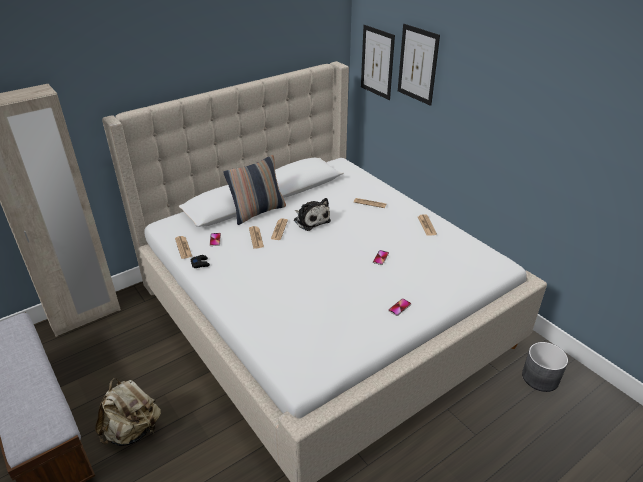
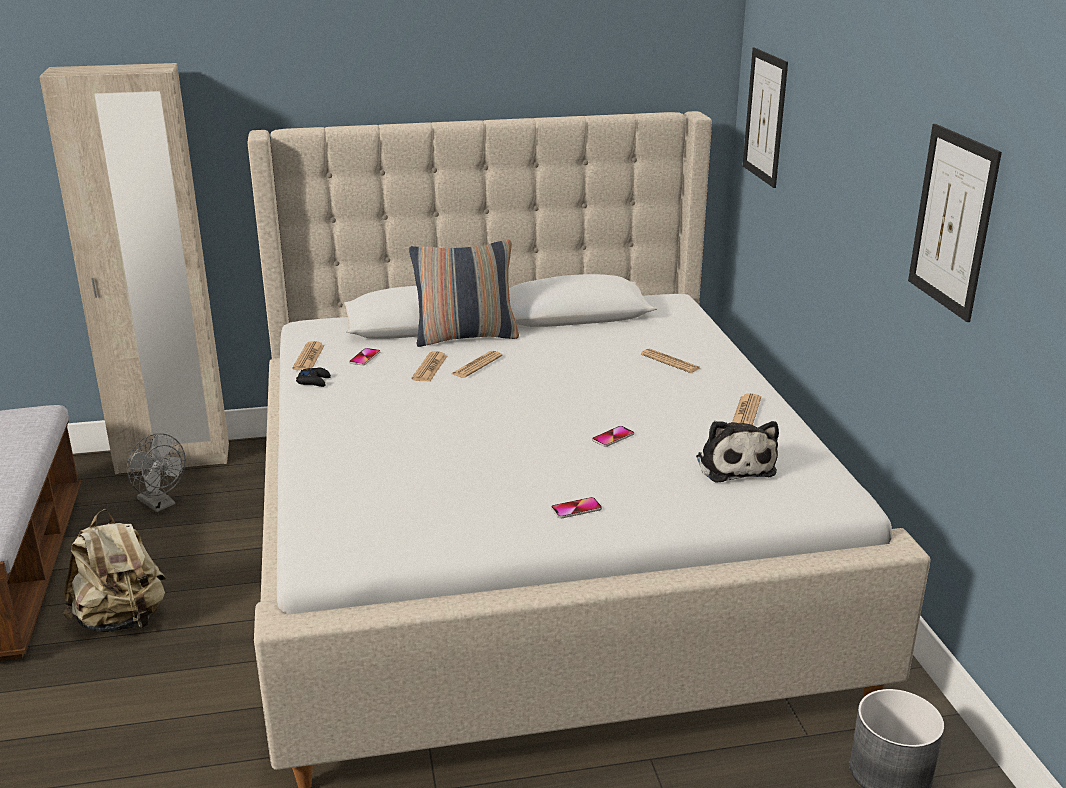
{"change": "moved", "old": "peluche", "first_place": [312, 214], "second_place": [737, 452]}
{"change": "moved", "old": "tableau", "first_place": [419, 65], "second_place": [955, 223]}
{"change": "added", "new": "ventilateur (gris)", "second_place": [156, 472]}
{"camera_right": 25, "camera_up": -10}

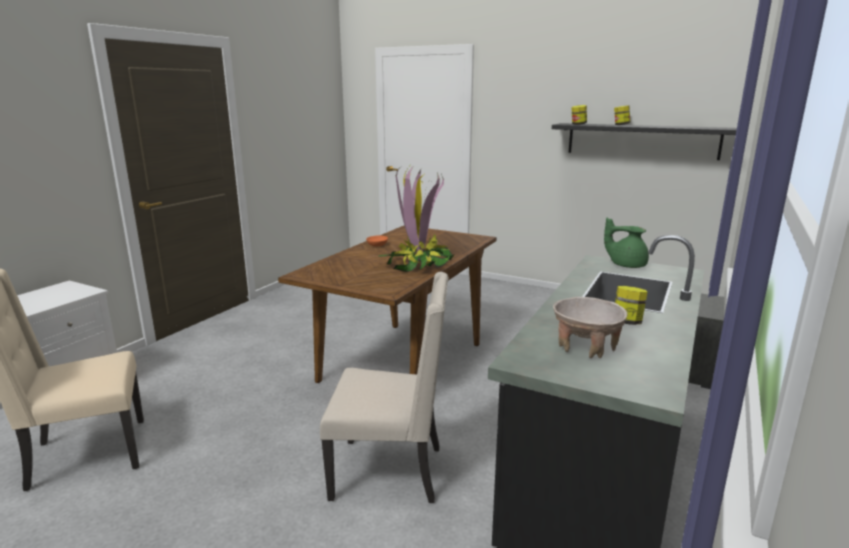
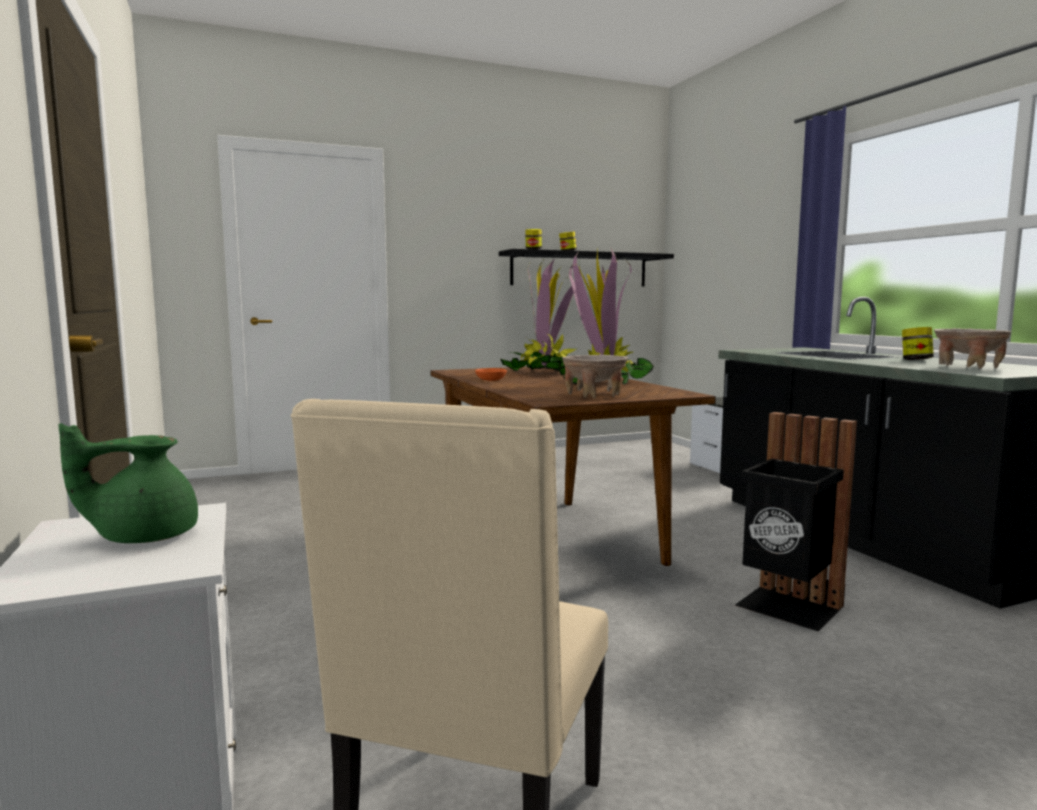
{"change": "replaced", "old": "chaise (beige)", "new": "poubelle (noir)", "first_place": [384, 387], "second_place": [796, 521]}
{"change": "moved", "old": "théière (vert)", "first_place": [626, 243], "second_place": [128, 483]}
{"change": "added", "new": "plante en pot", "second_place": [540, 313]}
{"change": "added", "new": "bol (beige)", "second_place": [595, 376]}
{"camera_right": -50, "camera_up": -10}

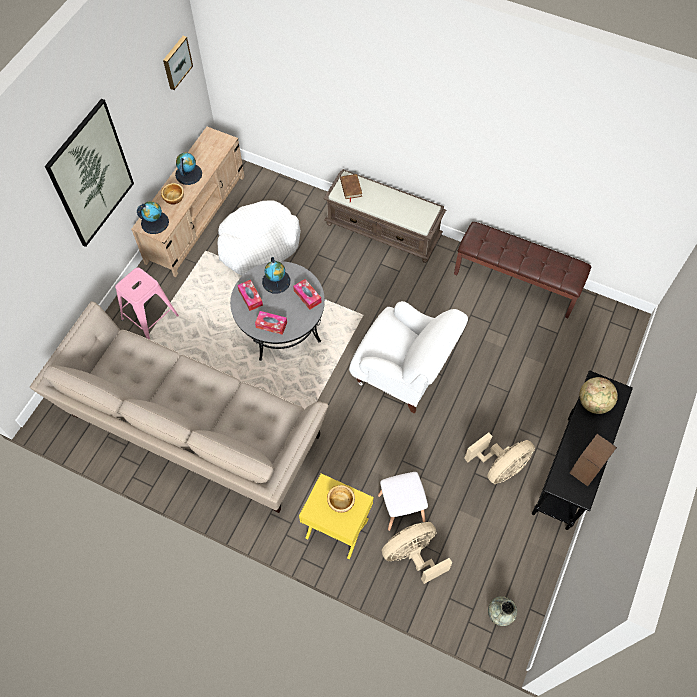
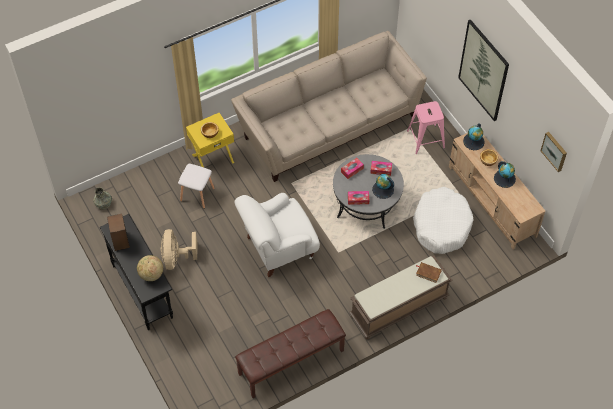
{"change": "removed", "old": "ventilateur (beige)", "first_place": [417, 553]}
{"camera_right": 125, "camera_up": -5}

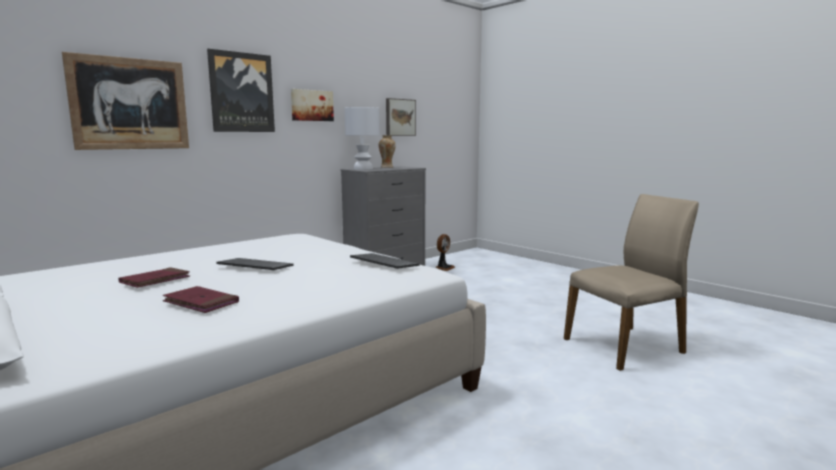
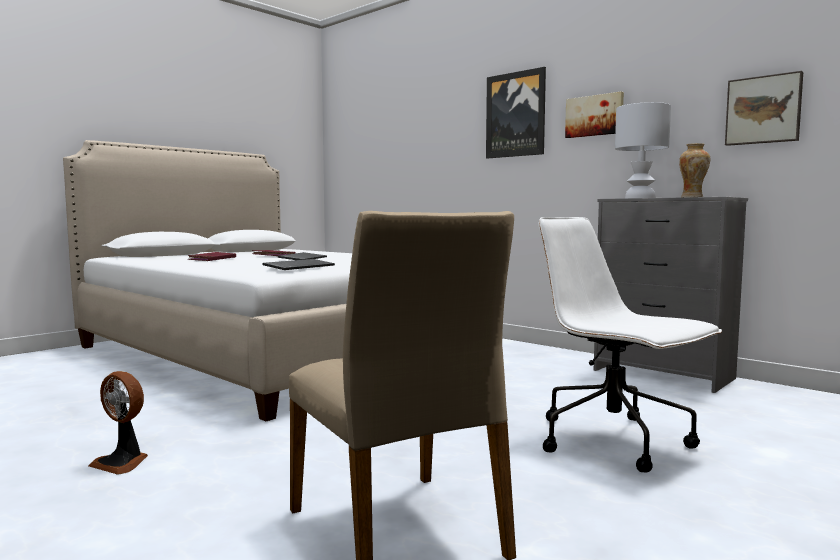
{"change": "removed", "old": "tableau", "first_place": [125, 101]}
{"change": "moved", "old": "ventilateur", "first_place": [445, 252], "second_place": [118, 423]}
{"change": "added", "new": "chaise de bureau (blanc)", "second_place": [630, 344]}
{"camera_right": 85, "camera_up": -5}

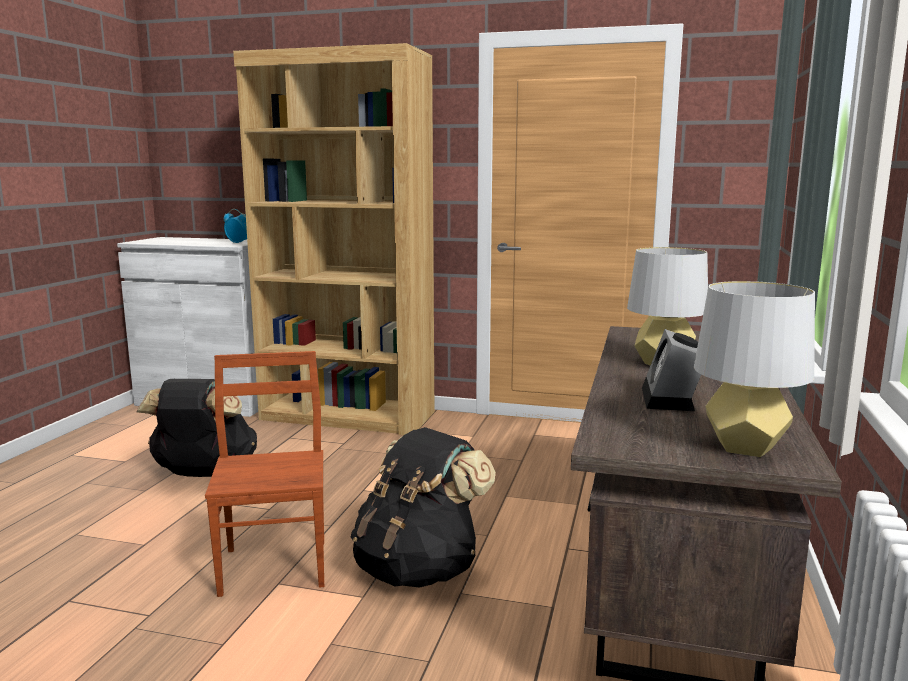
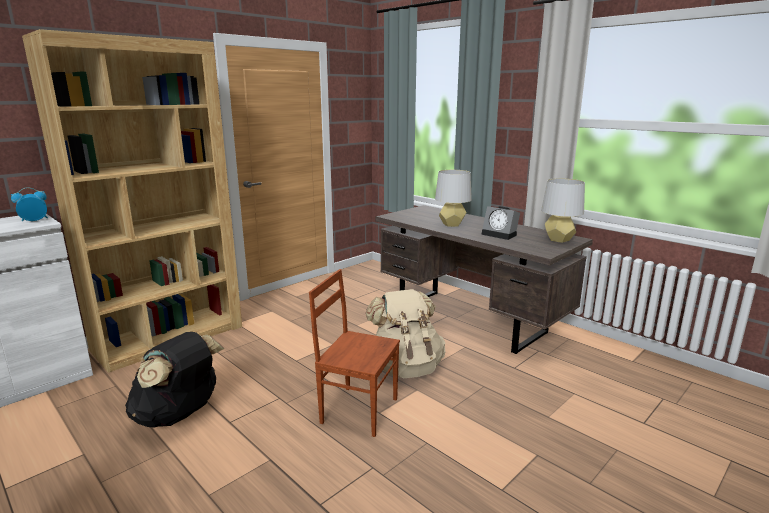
{"change": "recoloured", "old": "sac à dos (noir)", "new": "sac à dos (beige)", "first_place": [423, 507], "second_place": [405, 333]}
{"camera_right": -60, "camera_up": 5}

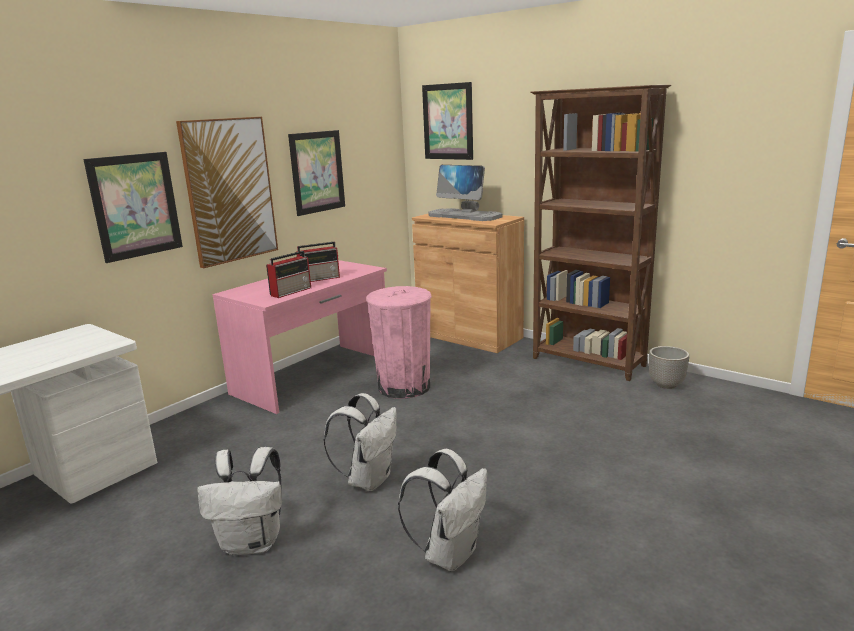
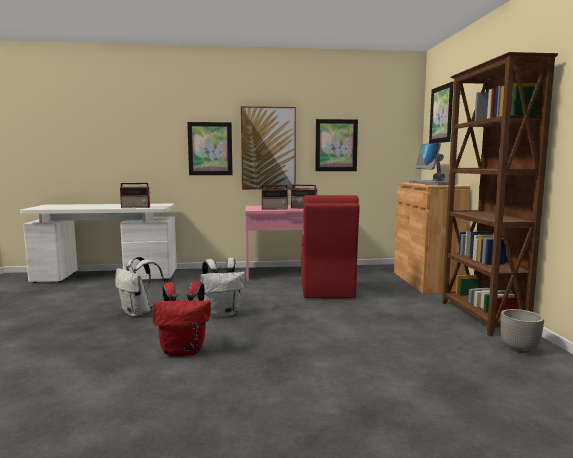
{"change": "replaced", "old": "poubelle (rose)", "new": "chaise (rouge)", "first_place": [399, 342], "second_place": [330, 246]}
{"change": "recoloured", "old": "sac à dos (blanc)", "new": "sac à dos (rouge)", "first_place": [442, 510], "second_place": [182, 319]}
{"change": "added", "new": "radio", "second_place": [135, 195]}
{"camera_right": 45, "camera_up": -10}

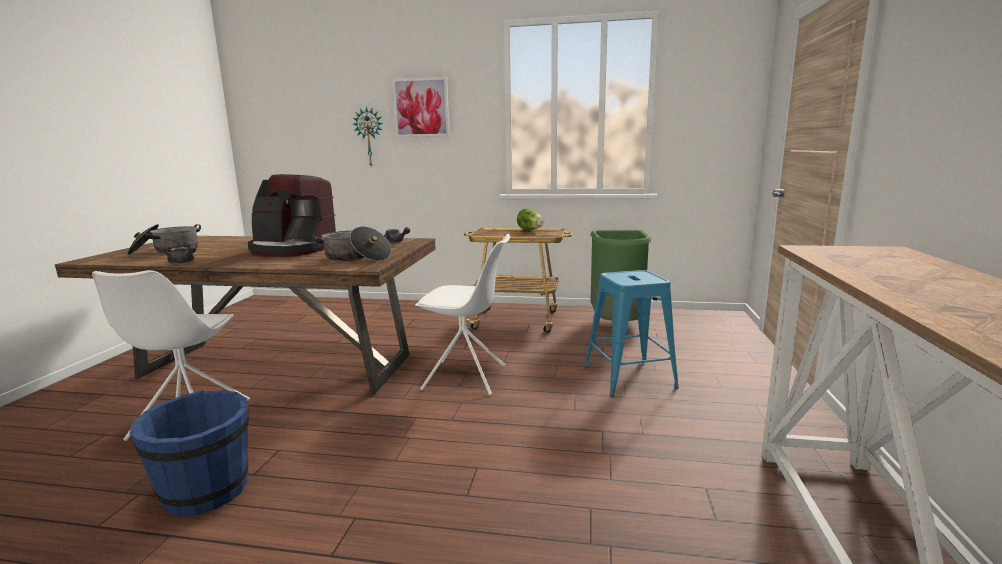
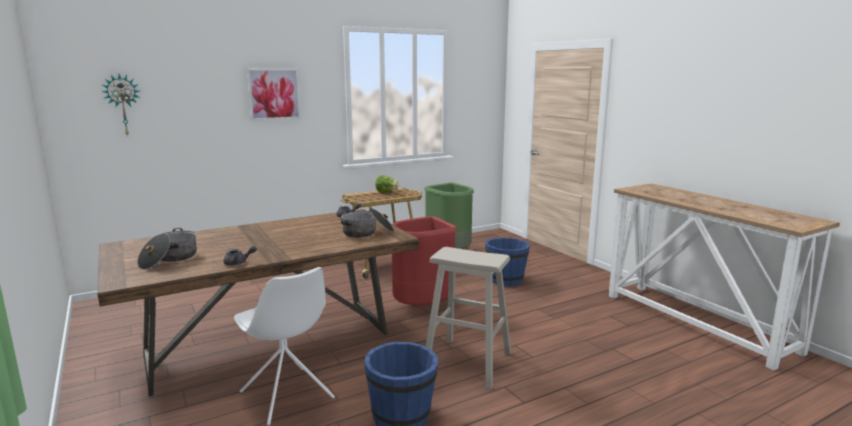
{"change": "removed", "old": "machine à café", "first_place": [292, 215]}
{"change": "moved", "old": "horloge murale", "first_place": [367, 136], "second_place": [120, 105]}
{"change": "replaced", "old": "chaise (blanc)", "new": "poubelle (rouge)", "first_place": [462, 314], "second_place": [424, 261]}
{"change": "replaced", "old": "tabouret (bleu)", "new": "seau (bleu)", "first_place": [631, 333], "second_place": [507, 262]}
{"change": "added", "new": "tabouret (beige)", "second_place": [468, 318]}
{"camera_right": -40, "camera_up": 0}

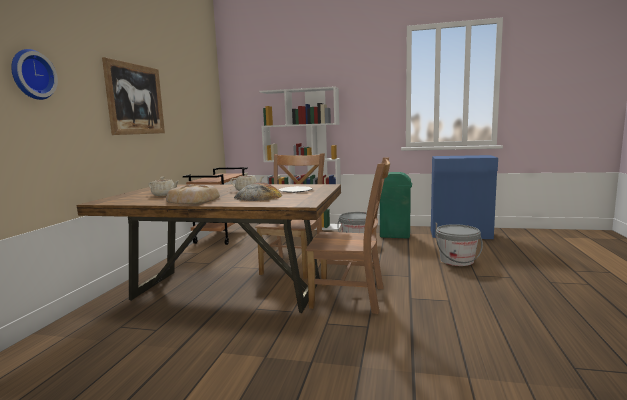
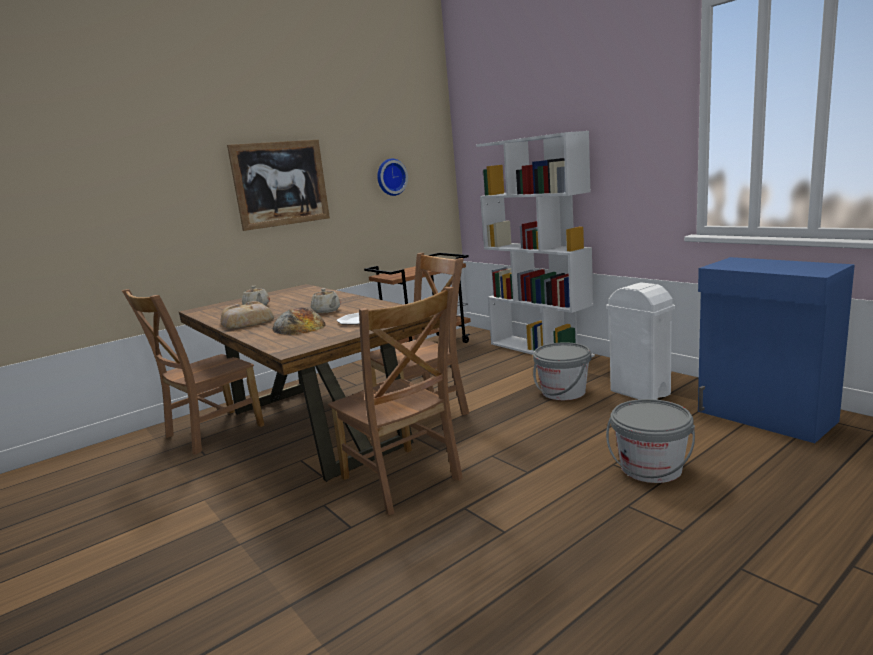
{"change": "moved", "old": "horloge murale", "first_place": [34, 74], "second_place": [392, 177]}
{"change": "recoloured", "old": "poubelle (vert)", "new": "poubelle (blanc)", "first_place": [396, 205], "second_place": [640, 341]}
{"change": "added", "new": "chaise (marron)", "second_place": [193, 372]}
{"camera_right": 40, "camera_up": 5}

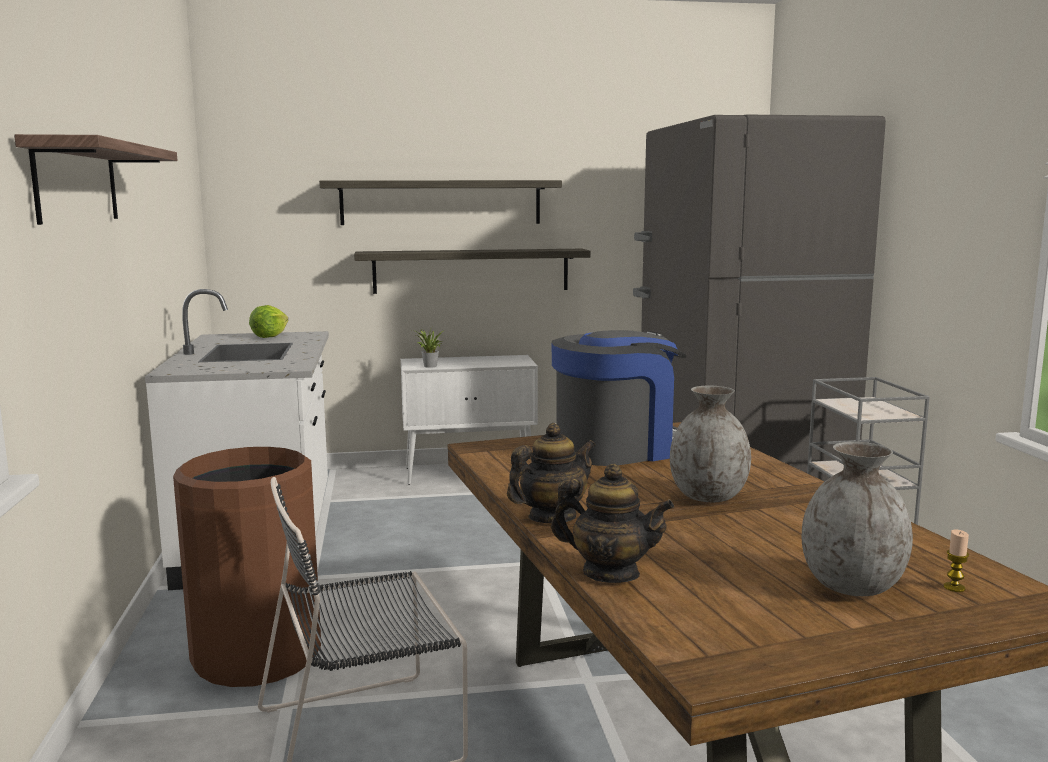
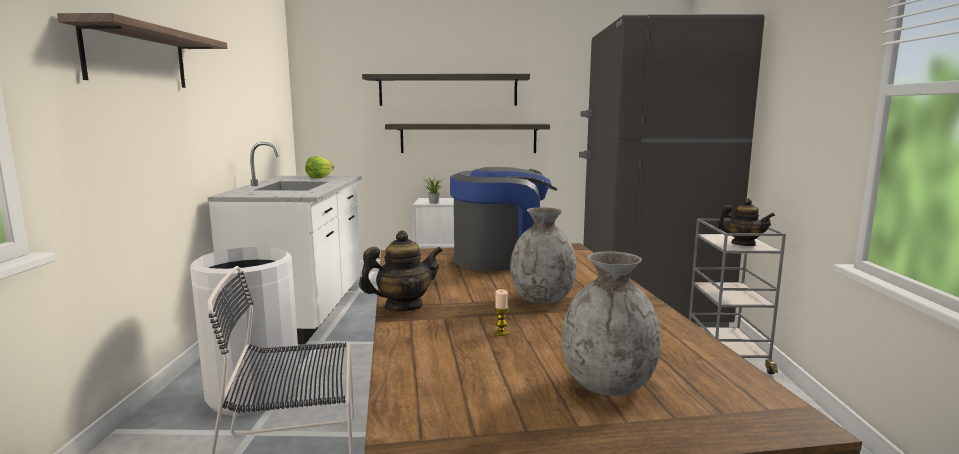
{"change": "recoloured", "old": "poubelle (marron)", "new": "poubelle (blanc)", "first_place": [247, 567], "second_place": [245, 331]}
{"change": "moved", "old": "théière", "first_place": [612, 523], "second_place": [746, 222]}
{"change": "moved", "old": "bougie", "first_place": [956, 560], "second_place": [501, 312]}
{"camera_right": 10, "camera_up": 0}

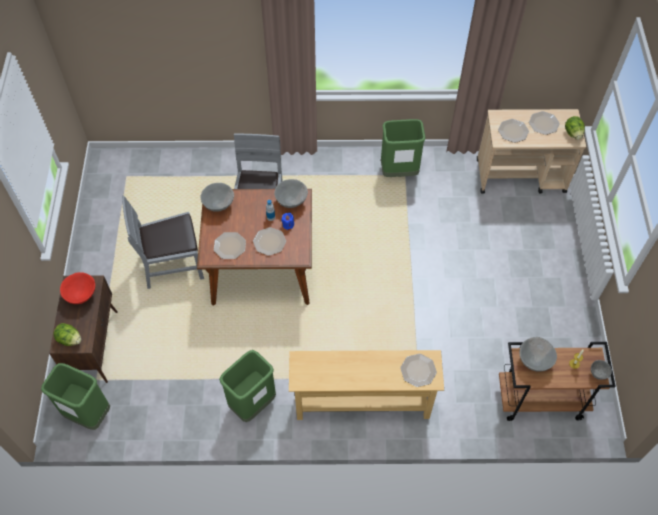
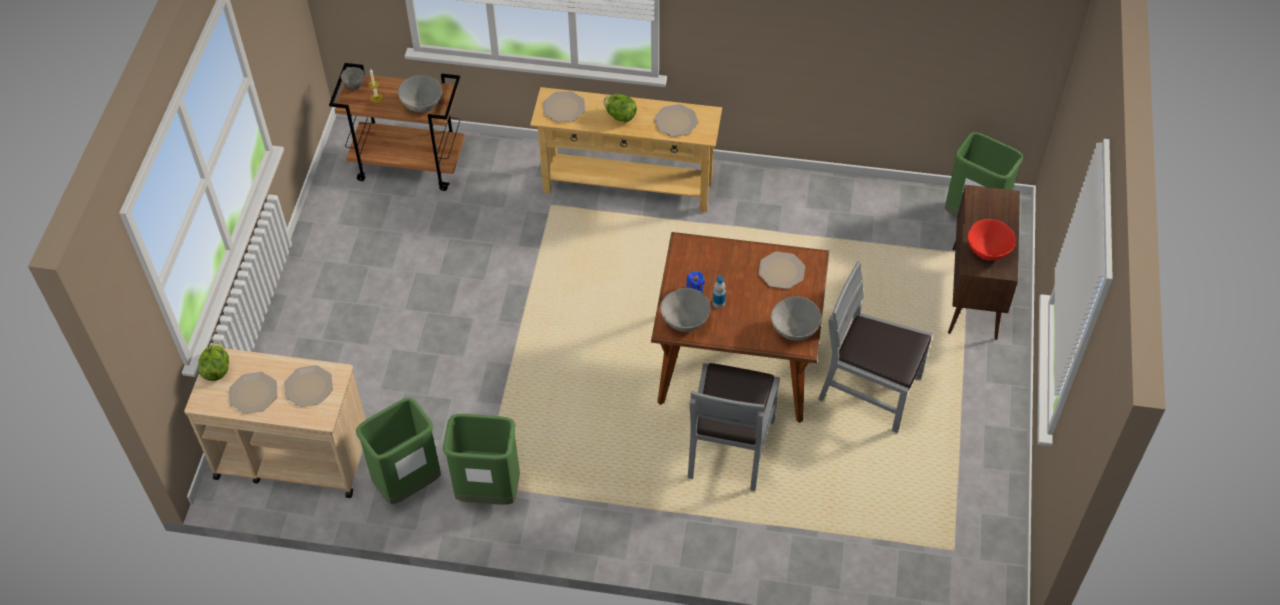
{"change": "moved", "old": "laitue", "first_place": [67, 334], "second_place": [620, 108]}
{"change": "turned", "old": "chaise (gris)", "first_place": [163, 242], "second_place": [875, 347], "degrees": -150}
{"change": "moved", "old": "poubelle (vert)", "first_place": [247, 386], "second_place": [398, 451]}
{"change": "moved", "old": "assiette", "first_place": [269, 241], "second_place": [676, 120]}
{"camera_right": -170, "camera_up": -5}

